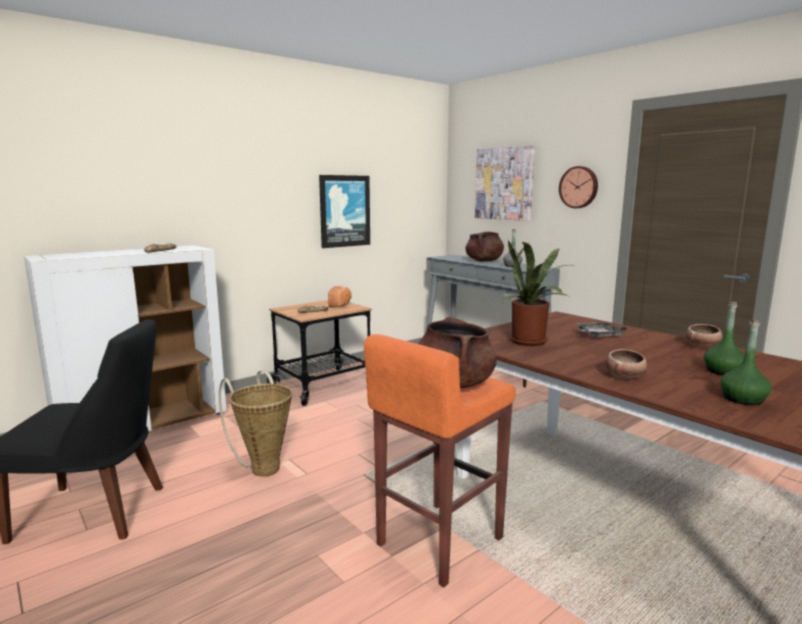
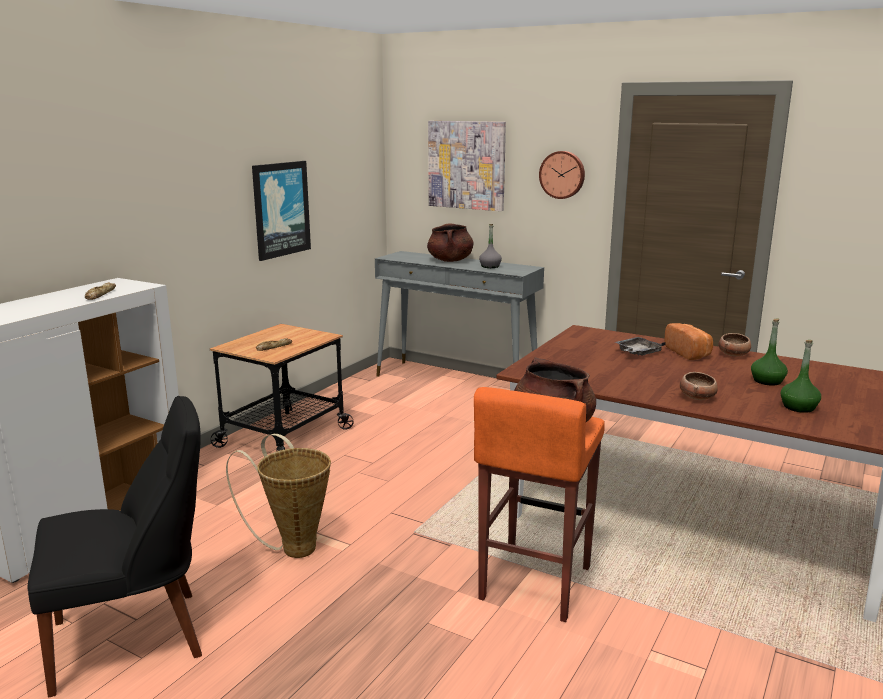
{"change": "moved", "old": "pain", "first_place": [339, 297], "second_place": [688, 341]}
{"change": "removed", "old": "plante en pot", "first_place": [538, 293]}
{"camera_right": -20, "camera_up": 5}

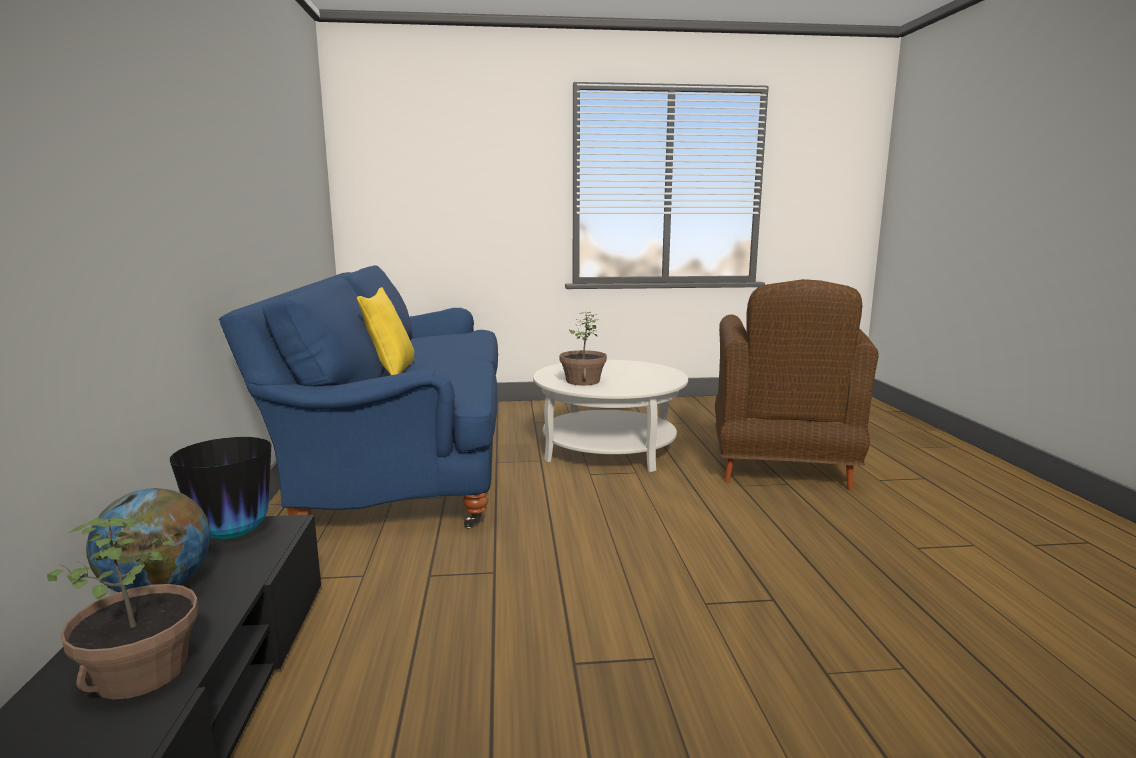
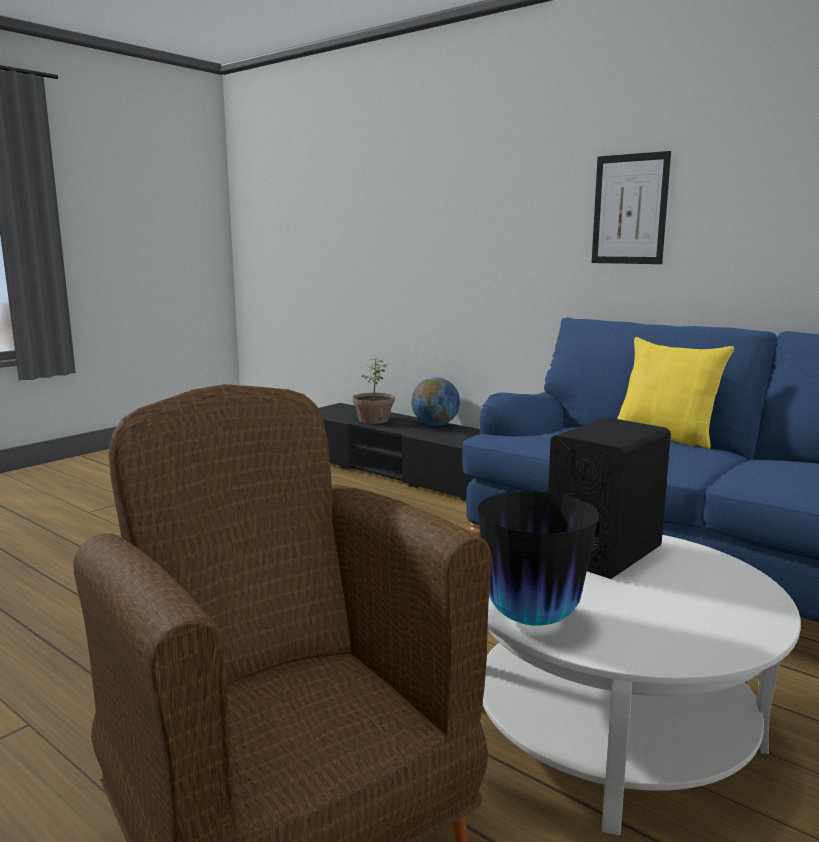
{"change": "moved", "old": "vase", "first_place": [220, 488], "second_place": [537, 558]}
{"change": "replaced", "old": "plante en pot", "new": "enceinte (noir)", "first_place": [583, 348], "second_place": [609, 498]}
{"change": "added", "new": "tableau", "second_place": [631, 207]}
{"camera_right": 135, "camera_up": 0}

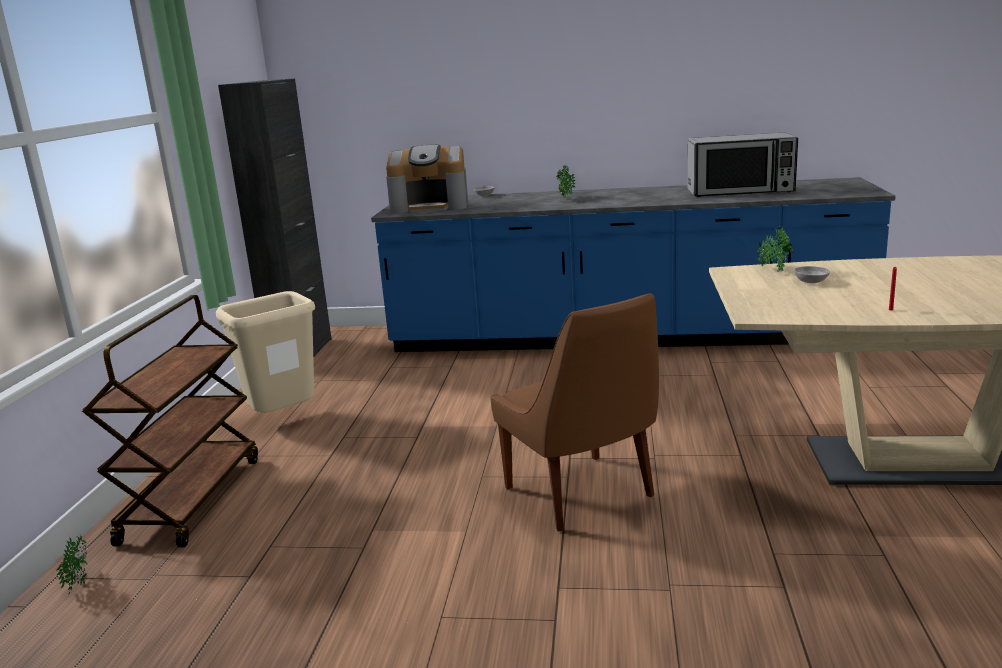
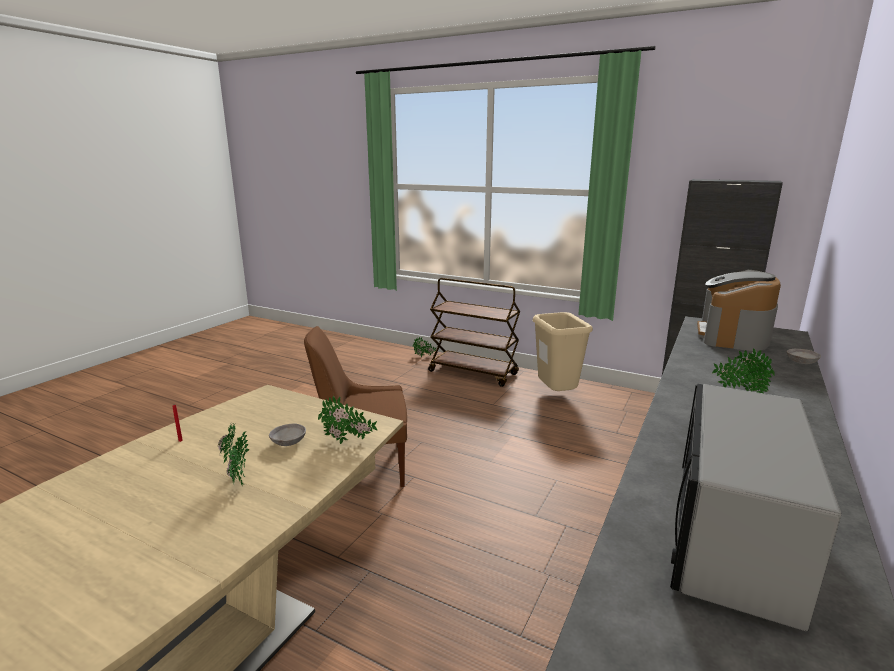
{"change": "added", "new": "plante en pot", "second_place": [233, 454]}
{"camera_right": 110, "camera_up": 0}

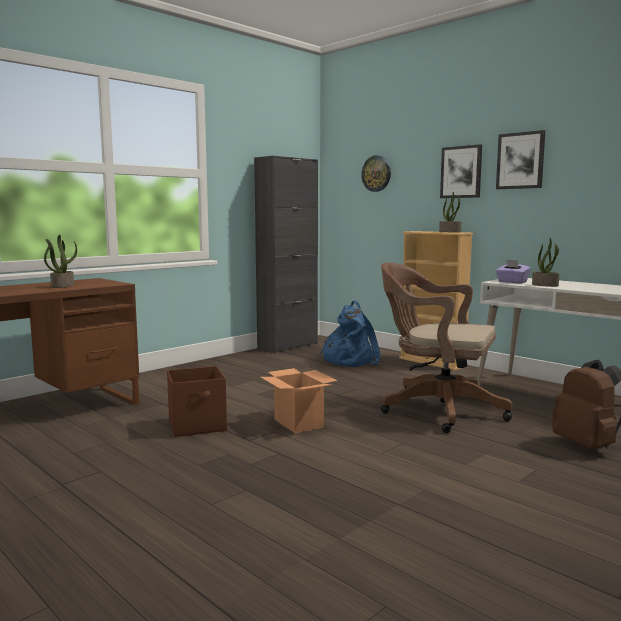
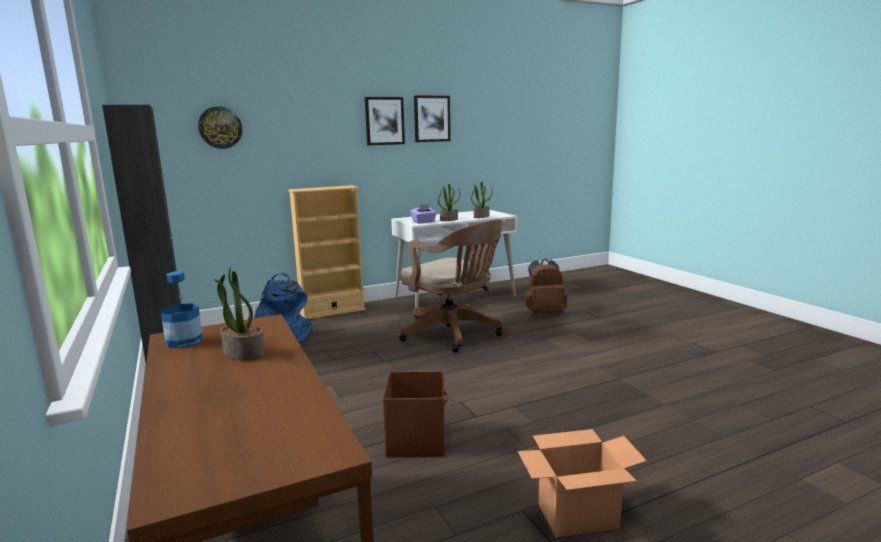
{"change": "moved", "old": "carton", "first_place": [299, 400], "second_place": [582, 483]}
{"change": "turned", "old": "chaise de bureau (marron)", "first_place": [446, 348], "second_place": [450, 286], "degrees": -90}
{"change": "moved", "old": "plante en pot", "first_place": [450, 212], "second_place": [482, 200]}
{"change": "moved", "old": "tableau", "first_place": [461, 171], "second_place": [432, 119]}
{"change": "added", "new": "bouteille", "second_place": [182, 309]}
{"camera_right": -70, "camera_up": 5}

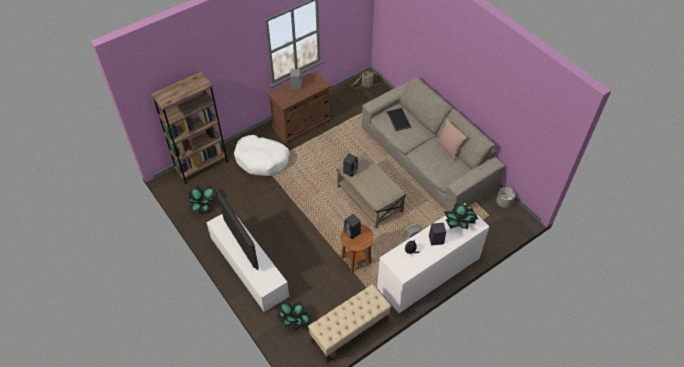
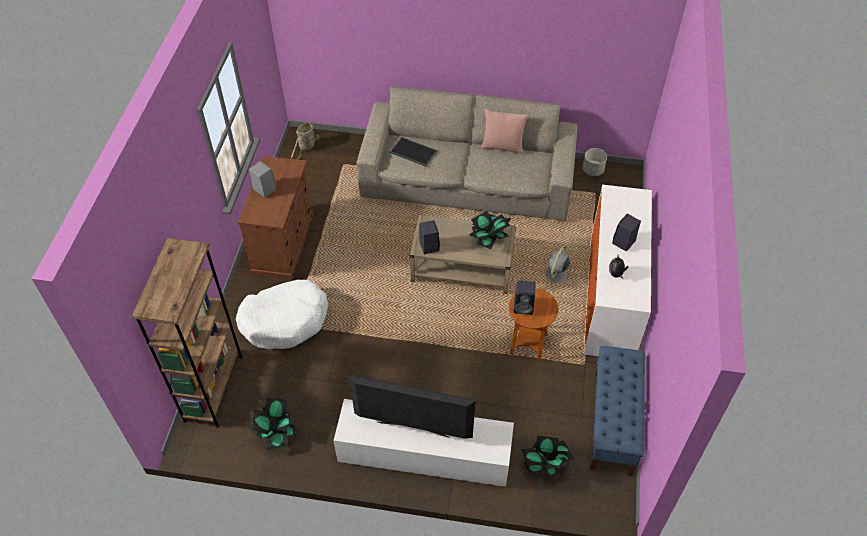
{"change": "recoloured", "old": "banc (beige)", "new": "banc (bleu)", "first_place": [349, 323], "second_place": [617, 411]}
{"change": "moved", "old": "plante en pot", "first_place": [461, 217], "second_place": [490, 230]}
{"camera_right": -45, "camera_up": 0}

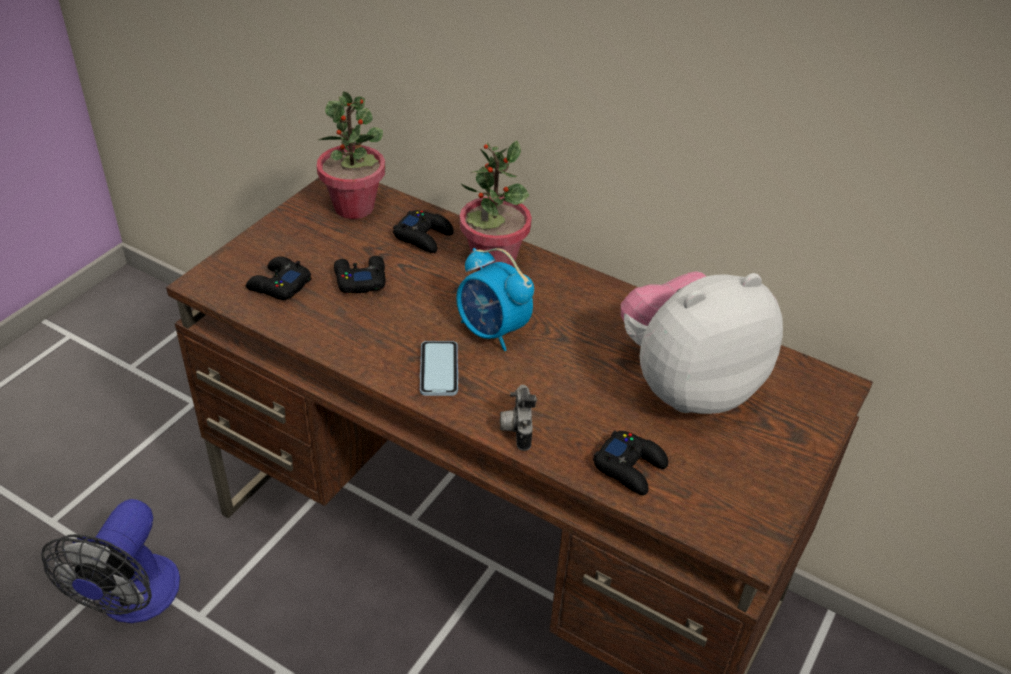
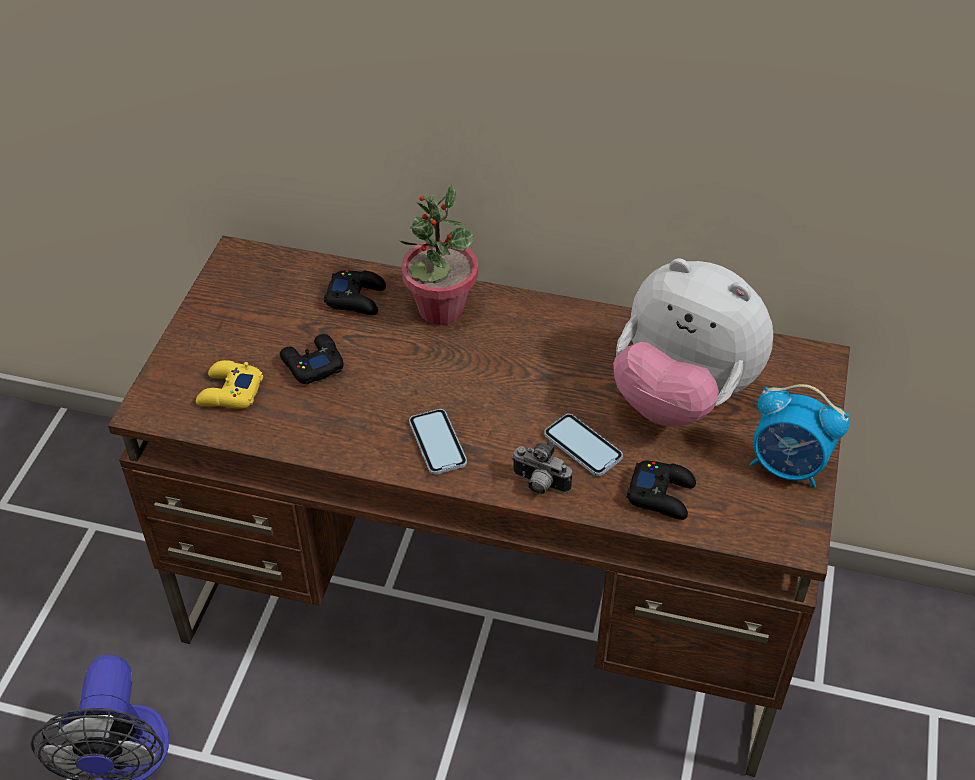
{"change": "recoloured", "old": "manette (noir)", "new": "manette (jaune)", "first_place": [279, 278], "second_place": [229, 384]}
{"change": "removed", "old": "plante en pot", "first_place": [351, 155]}
{"change": "moved", "old": "réveil", "first_place": [495, 299], "second_place": [799, 436]}
{"change": "turned", "old": "appareil photo", "first_place": [518, 418], "second_place": [541, 468], "degrees": -45}
{"change": "turned", "old": "peluche", "first_place": [702, 342], "second_place": [693, 342], "degrees": -105}
{"change": "added", "new": "téléphone", "second_place": [583, 445]}
{"camera_right": -15, "camera_up": 5}

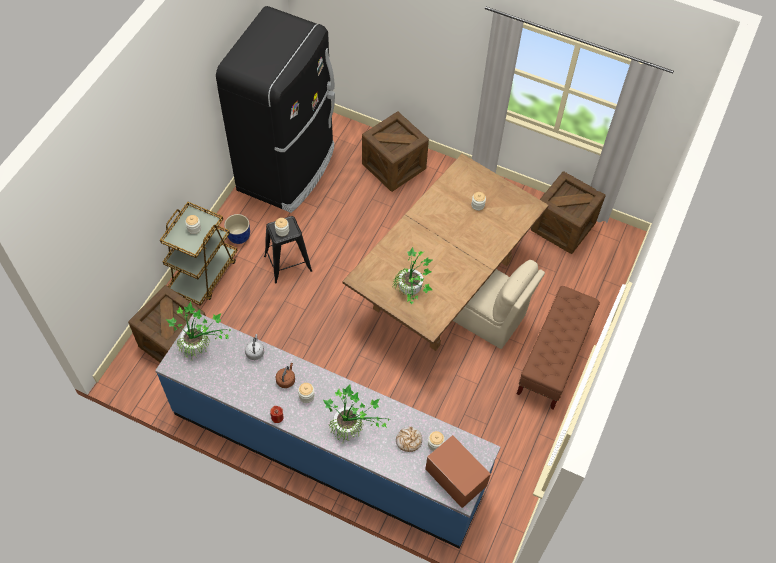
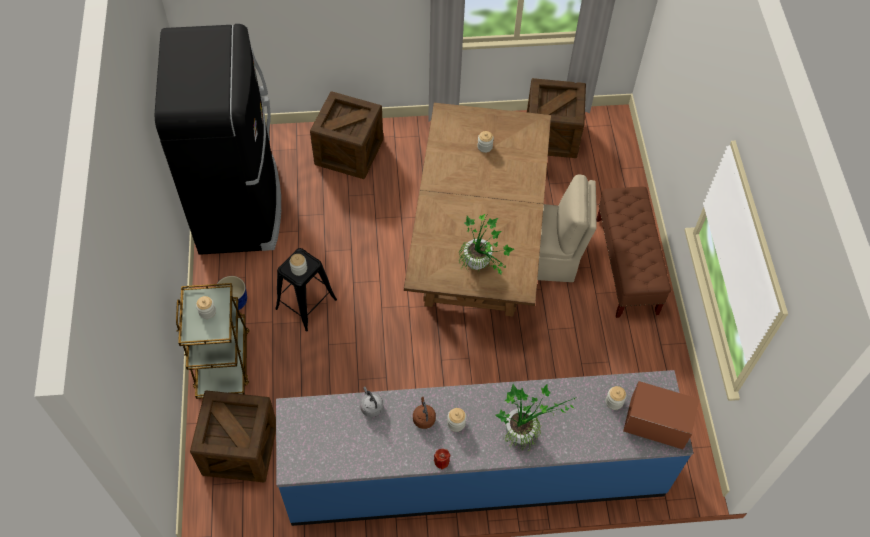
{"change": "removed", "old": "plante en pot", "first_place": [198, 330]}
{"change": "removed", "old": "pain", "first_place": [409, 439]}
{"camera_right": -30, "camera_up": 0}

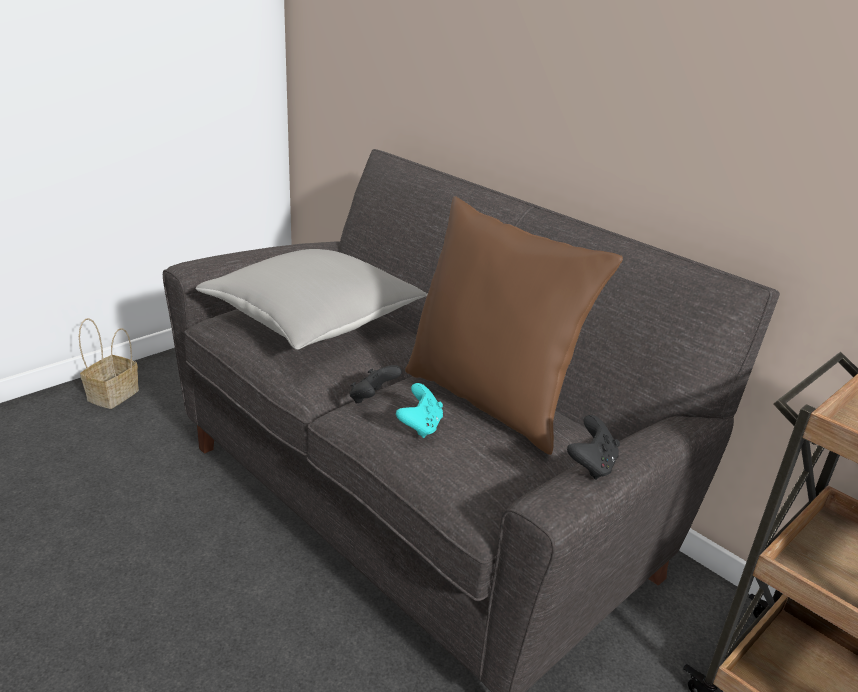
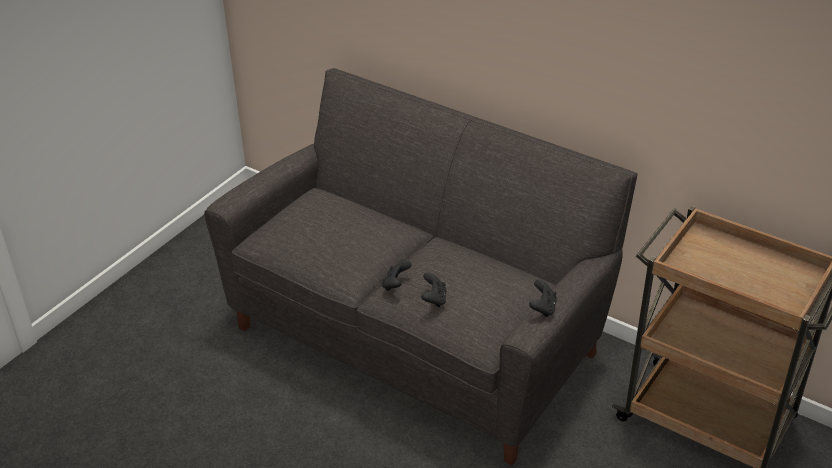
{"change": "removed", "old": "panier", "first_place": [109, 363]}
{"change": "removed", "old": "coussin (gris)", "first_place": [311, 299]}
{"change": "recoloured", "old": "manette (turquoise)", "new": "manette (noir)", "first_place": [419, 410], "second_place": [434, 290]}
{"change": "removed", "old": "coussin (marron)", "first_place": [514, 325]}
{"camera_right": -10, "camera_up": 10}

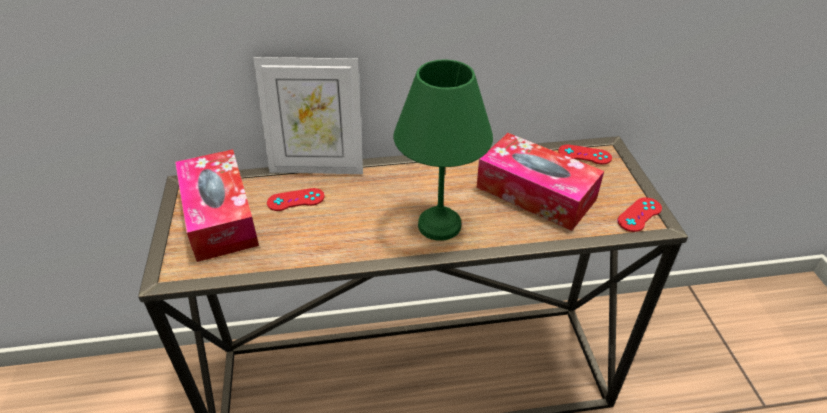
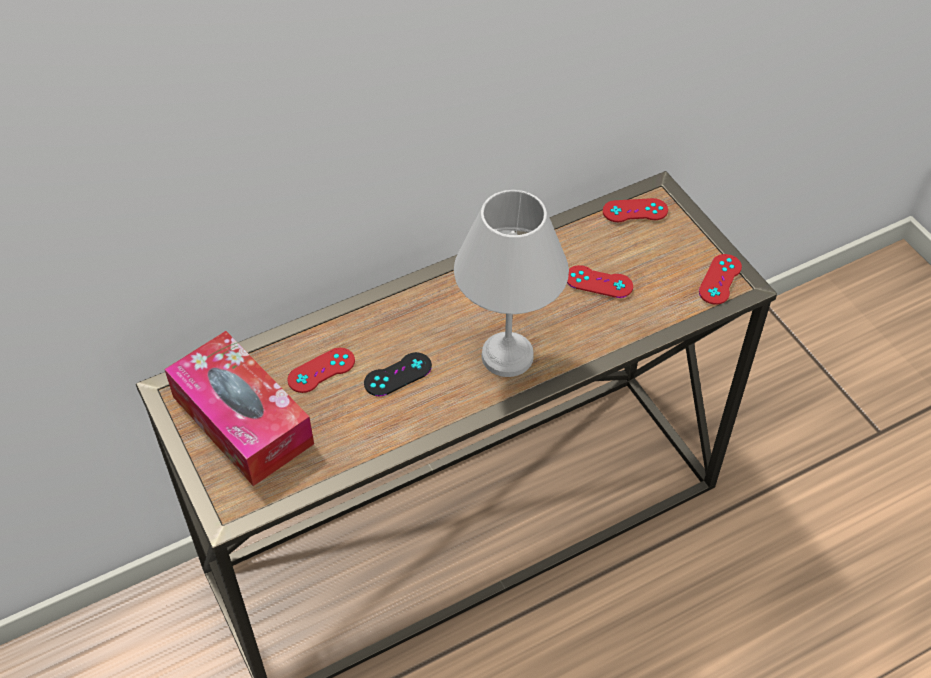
{"change": "removed", "old": "cadre photo", "first_place": [308, 115]}
{"change": "recoloured", "old": "lampe de table (vert)", "new": "lampe de table (blanc)", "first_place": [443, 150], "second_place": [511, 283]}
{"change": "replaced", "old": "boîte à mouchoirs", "new": "manette (rouge)", "first_place": [540, 182], "second_place": [600, 281]}
{"change": "added", "new": "manette (noir)", "second_place": [398, 374]}
{"camera_right": -20, "camera_up": 10}

